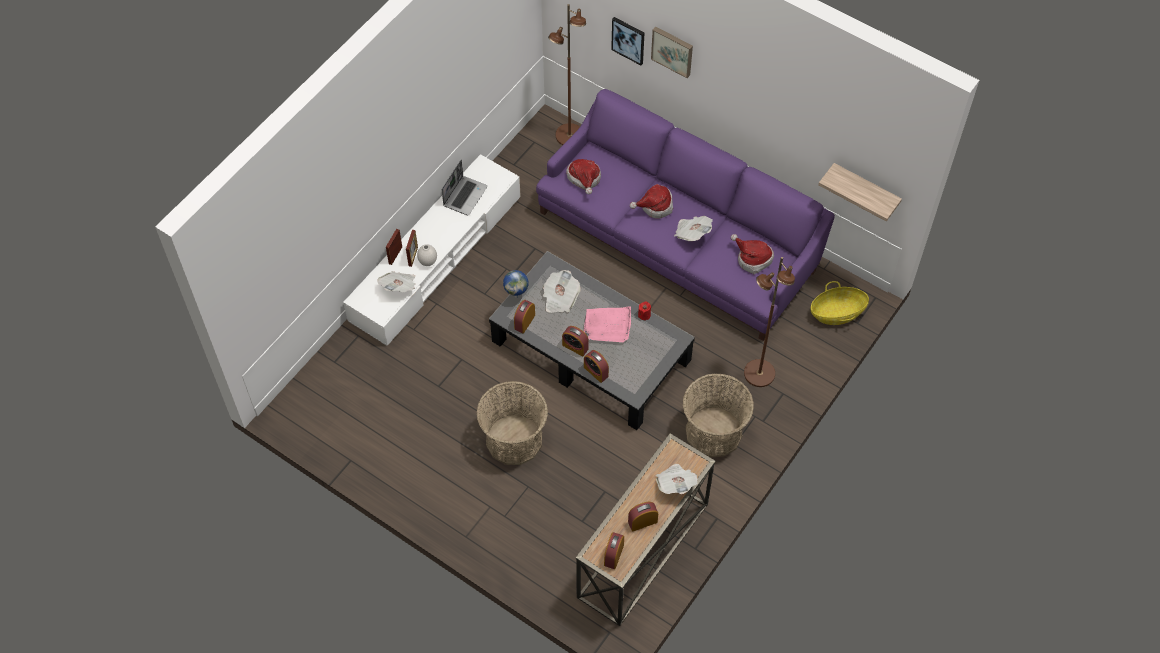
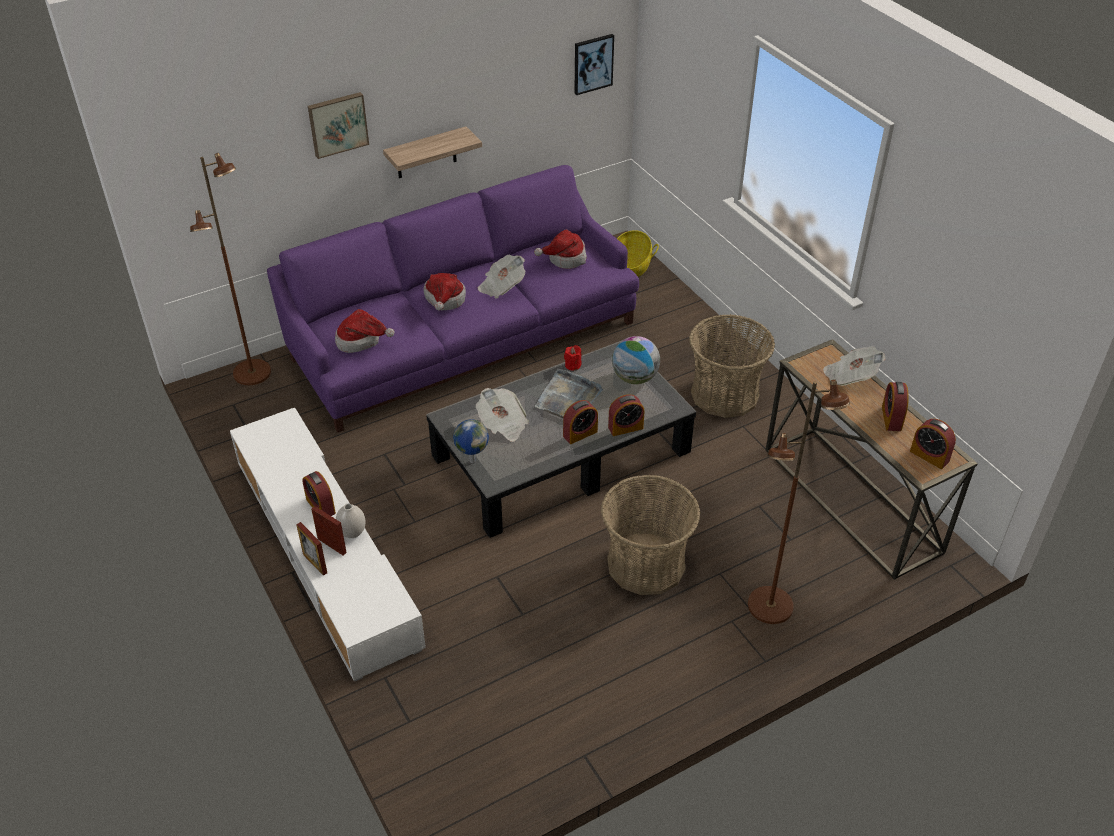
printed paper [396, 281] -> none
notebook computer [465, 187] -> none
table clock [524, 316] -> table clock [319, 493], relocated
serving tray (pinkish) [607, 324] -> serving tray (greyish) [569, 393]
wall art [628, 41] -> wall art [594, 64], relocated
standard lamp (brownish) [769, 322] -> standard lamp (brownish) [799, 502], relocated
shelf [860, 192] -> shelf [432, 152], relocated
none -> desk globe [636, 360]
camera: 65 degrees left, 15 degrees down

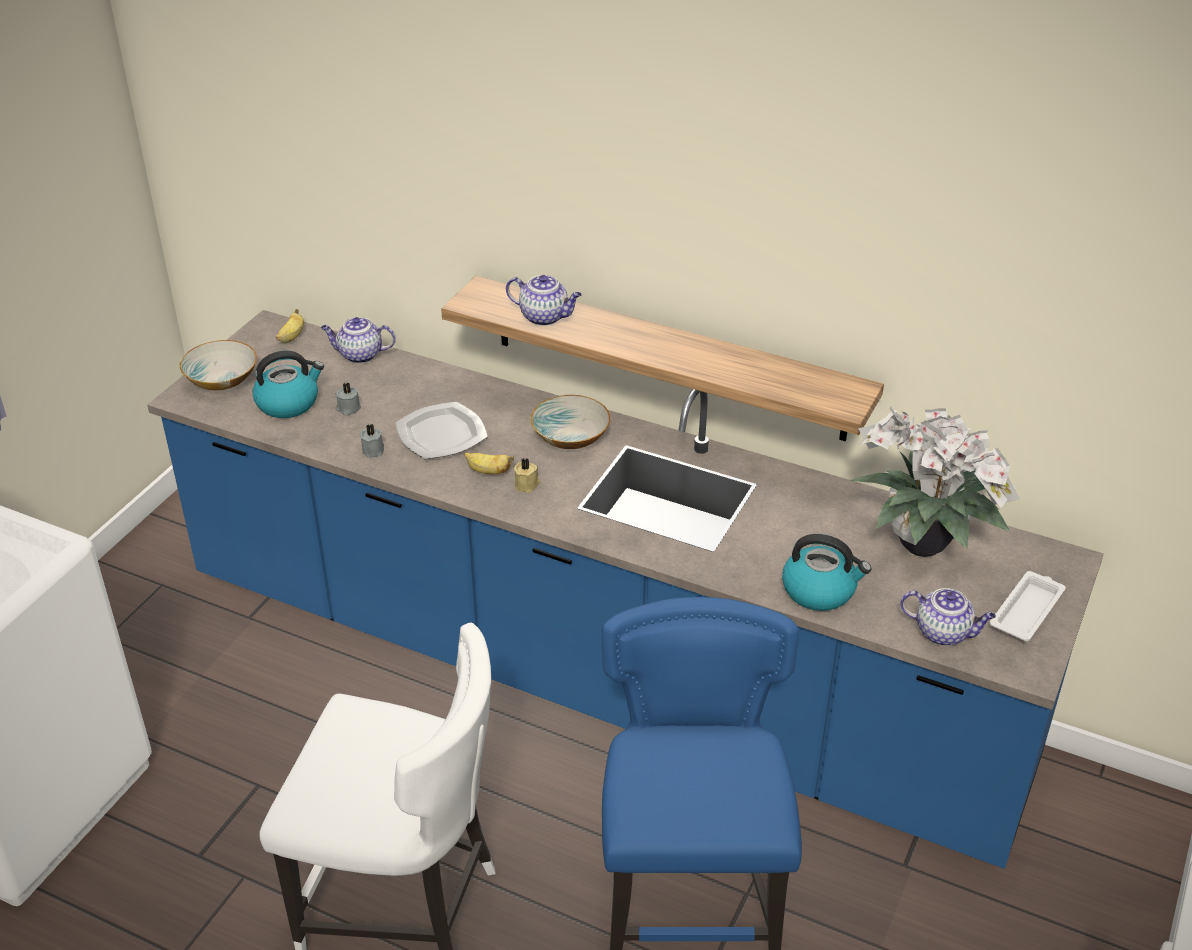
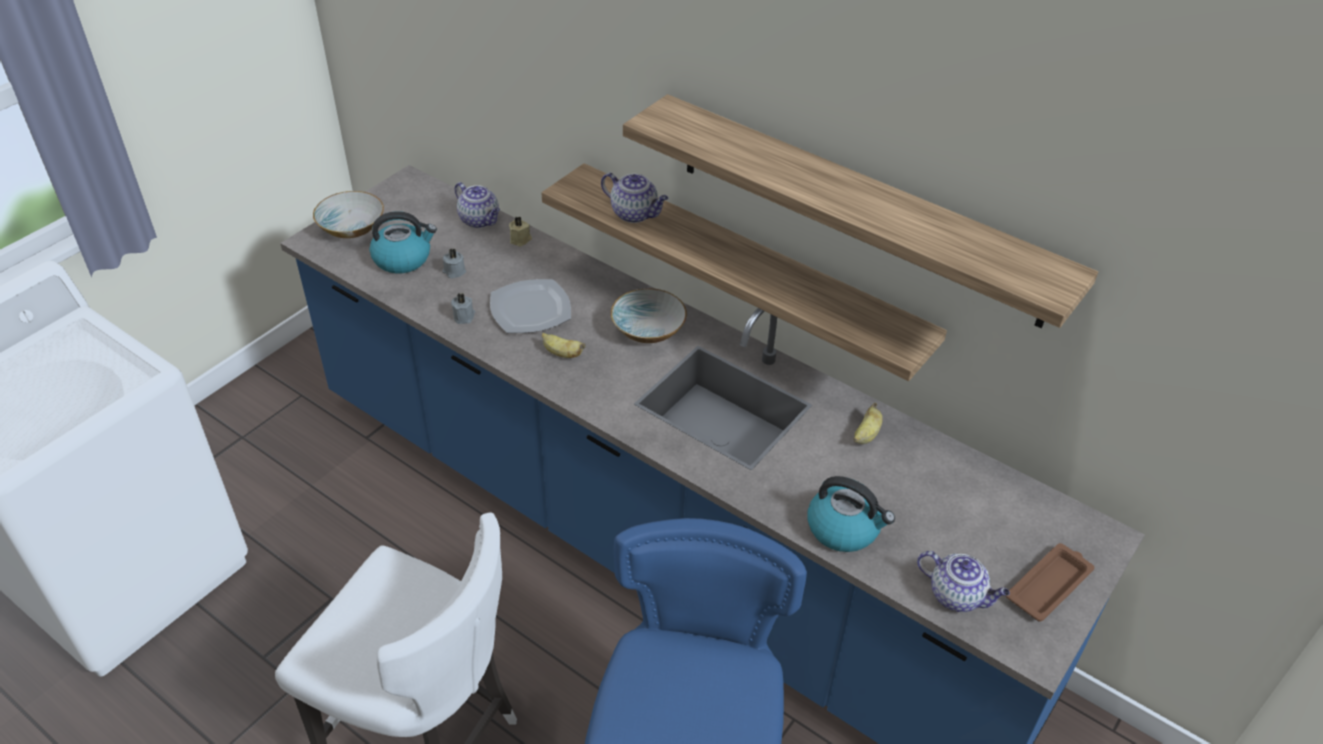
banana fruit [289, 326] -> banana fruit [868, 423], relocated
teapot [358, 340] -> teapot [477, 205], 150 degrees counterclockwise
wax light (beige-coloured) [527, 476] -> wax light (beige-coloured) [520, 231], relocated
houseplant [935, 481] -> none
serving tray (whitish) [1028, 606] -> serving tray (brownish) [1050, 582]
none -> shelf [860, 211]
camera: 10 degrees right, 5 degrees up

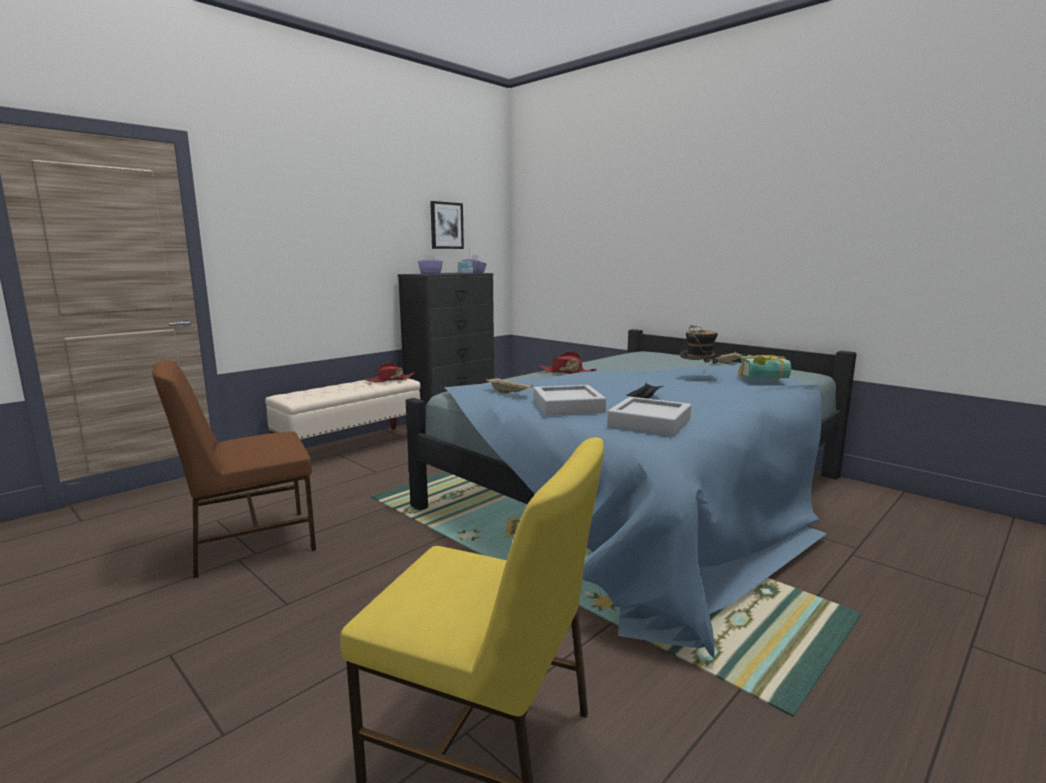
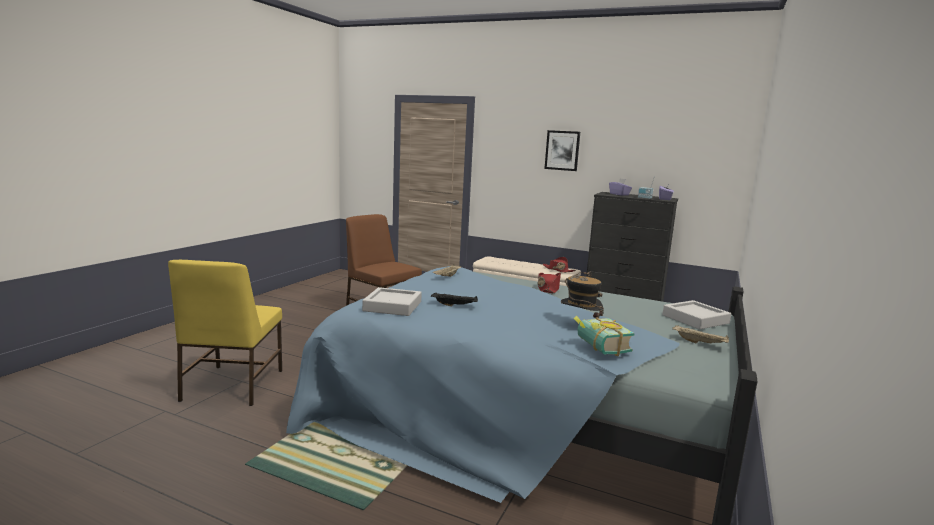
wall art [447, 225] -> wall art [562, 150], relocated
serving tray (greyish) [570, 400] -> serving tray (greyish) [696, 314], relocated
camera: 70 degrees right, 0 degrees up

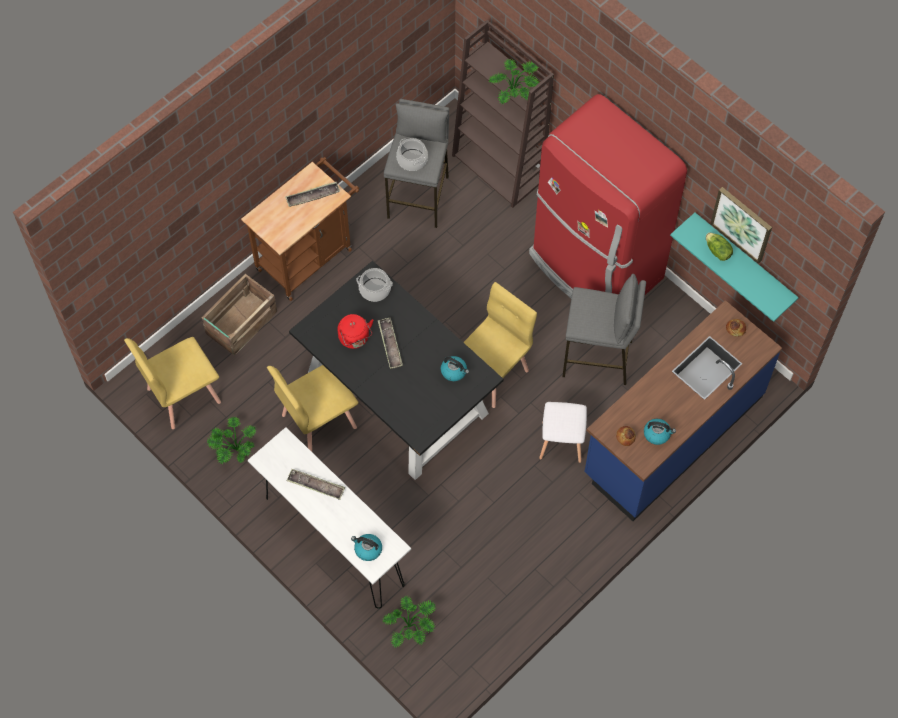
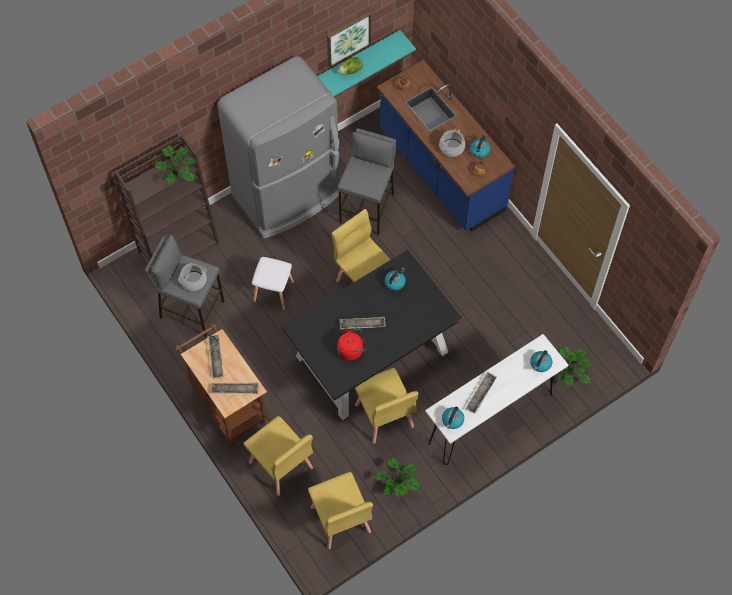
packing crate [239, 314] -> plain chair (yellowish) [278, 456]
stockpot [374, 285] -> stockpot [452, 143], relocated
fridge (red-coloured) [608, 196] -> fridge (greyish) [278, 147]
stool seat (whitish) [563, 432] -> stool seat (whitish) [273, 283], relocated
none -> serving tray [235, 388]
none -> tea kettle [453, 418]
camera: 80 degrees left, 0 degrees up

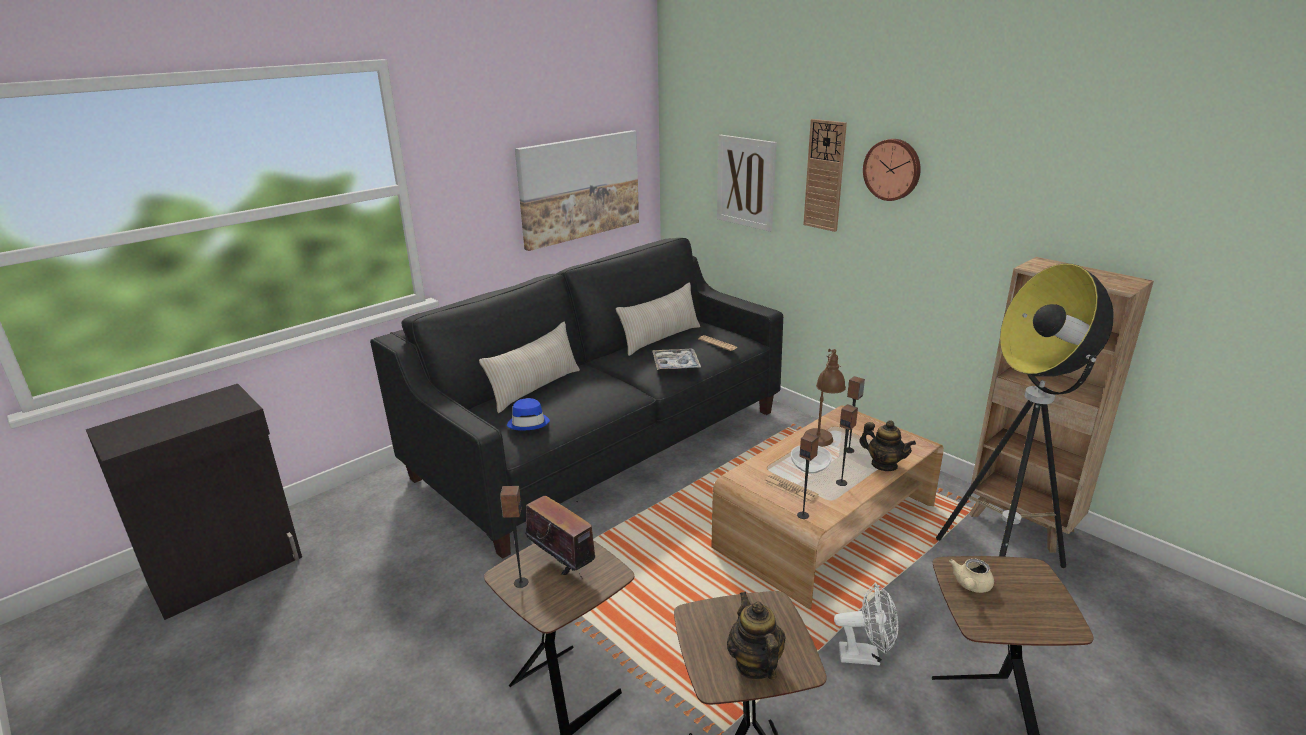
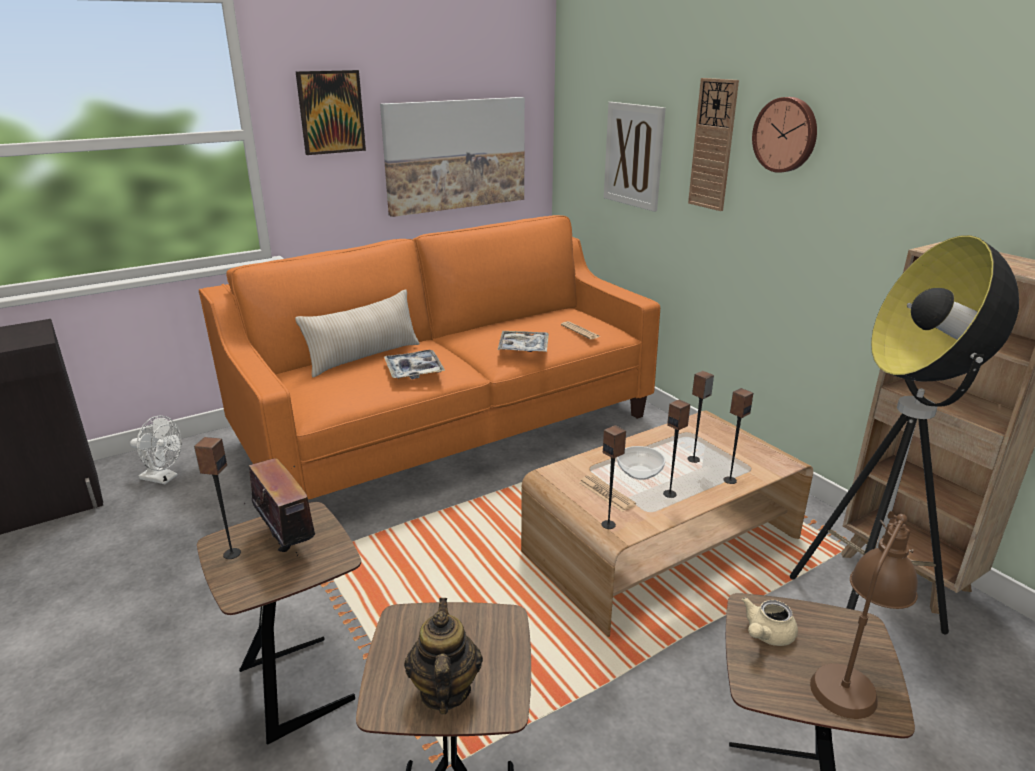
sofa (black) [576, 398] -> sofa (orange-coloured) [429, 357]
wearable hat (bluish) [528, 414] -> none
pillow (beige-coloured) [658, 319] -> none
lamp for a table (brownish) [825, 398] -> lamp for a table (brownish) [864, 615], relocated
fan (whitish) [866, 624] -> fan (whitish) [156, 450], relocated
teapot [887, 445] -> loudspeaker [738, 436]
none -> wall art [330, 112]
none -> serving tray [414, 364]
camera: 10 degrees right, 0 degrees up

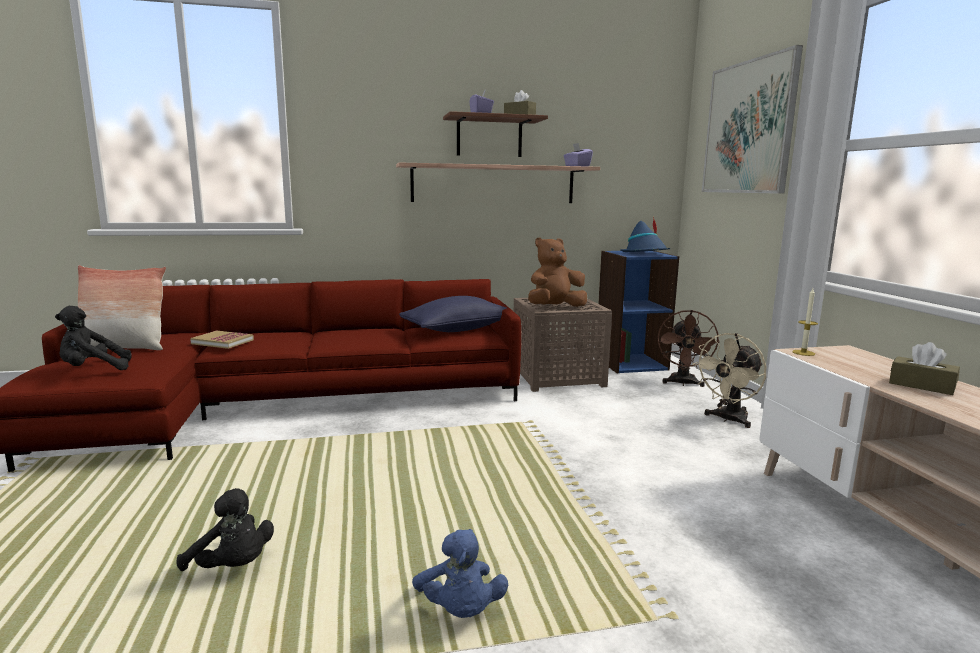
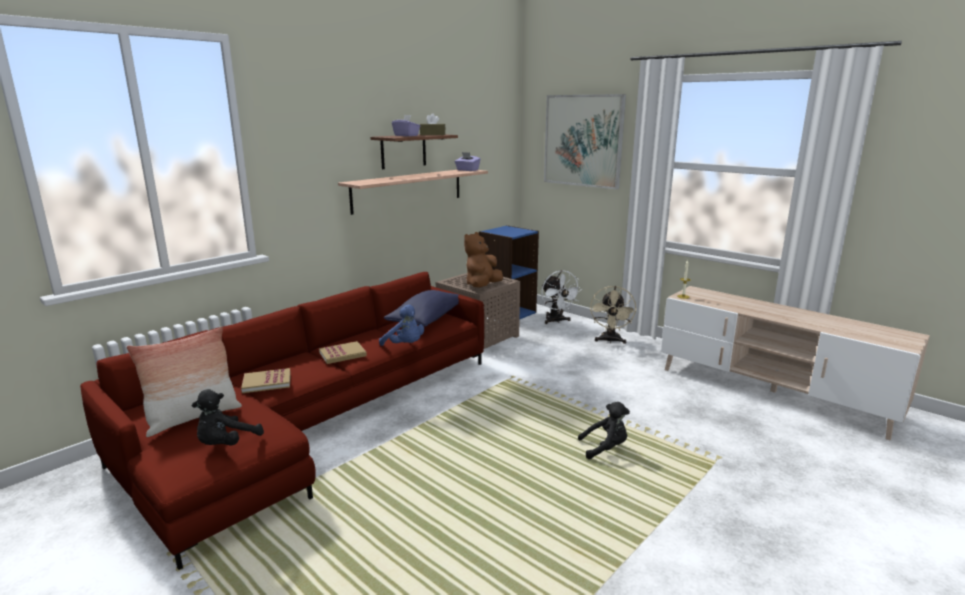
cuddly toy (black) [225, 529] -> cuddly toy (black) [604, 430], relocated
cuddly toy (bluish) [460, 573] -> cuddly toy (bluish) [401, 325], relocated
wearable hat (bluish) [645, 234] -> none
fan (brownish) [689, 348] -> fan (whitish) [561, 297]
tissue box (brownish) [924, 368] -> none
none -> book [343, 352]
camera: 35 degrees left, 5 degrees up

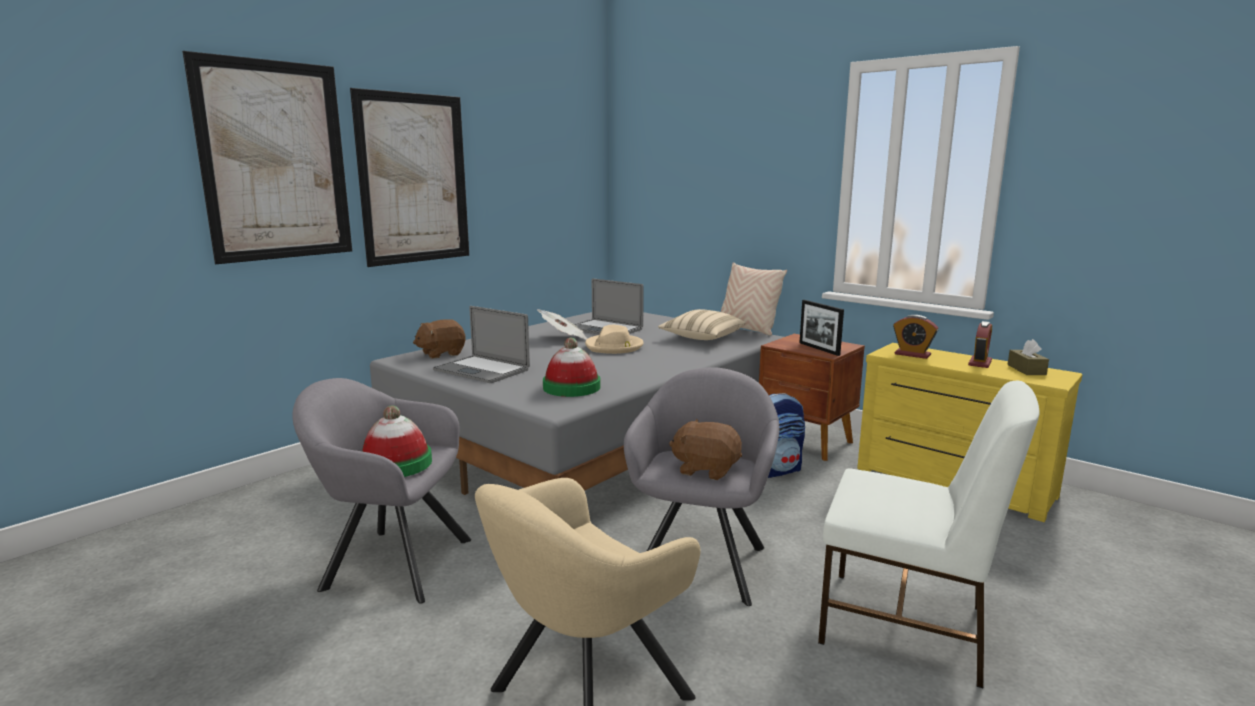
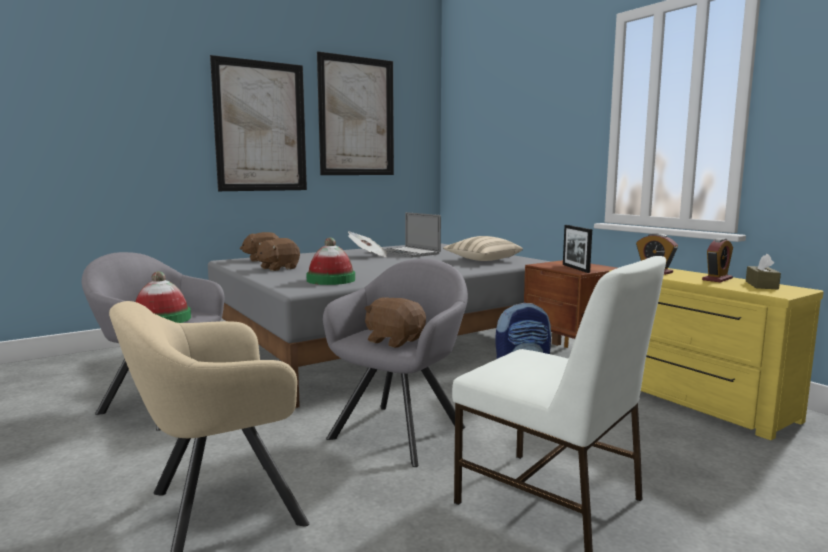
wall art [267, 157] -> wall art [355, 113], relocated
notebook computer [481, 344] -> cuddly toy (brownish) [278, 254]
wearable hat (beige-coloured) [614, 339] -> none
pillow (beige-coloured) [754, 299] -> none
camera: 15 degrees right, 5 degrees down

